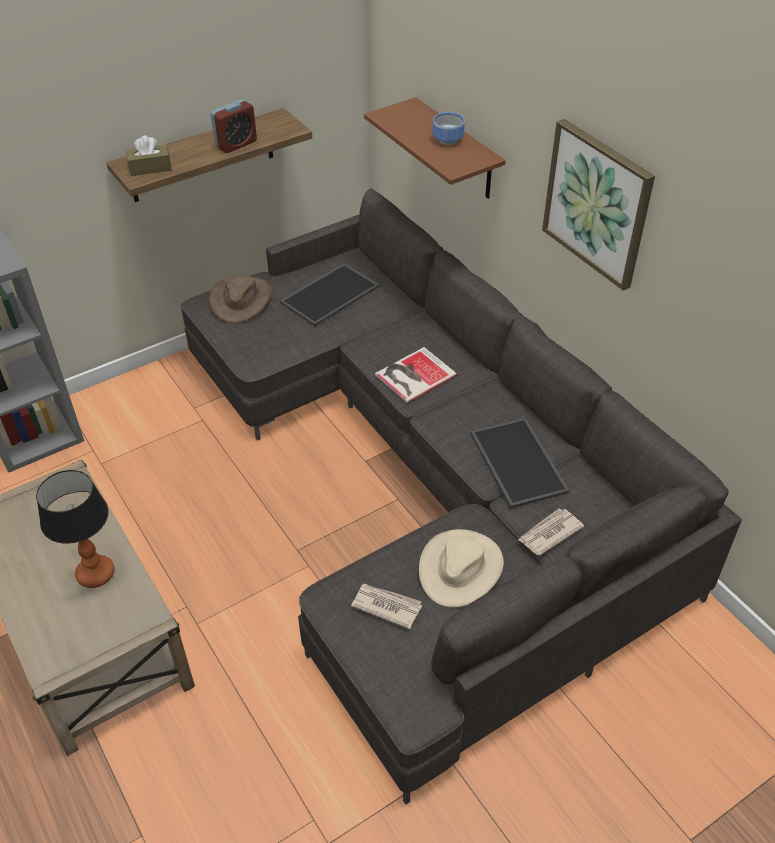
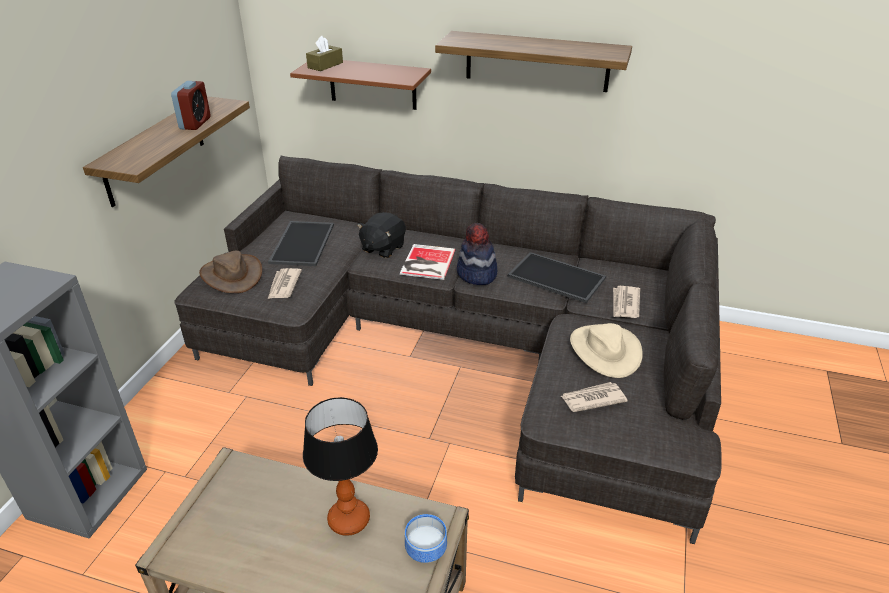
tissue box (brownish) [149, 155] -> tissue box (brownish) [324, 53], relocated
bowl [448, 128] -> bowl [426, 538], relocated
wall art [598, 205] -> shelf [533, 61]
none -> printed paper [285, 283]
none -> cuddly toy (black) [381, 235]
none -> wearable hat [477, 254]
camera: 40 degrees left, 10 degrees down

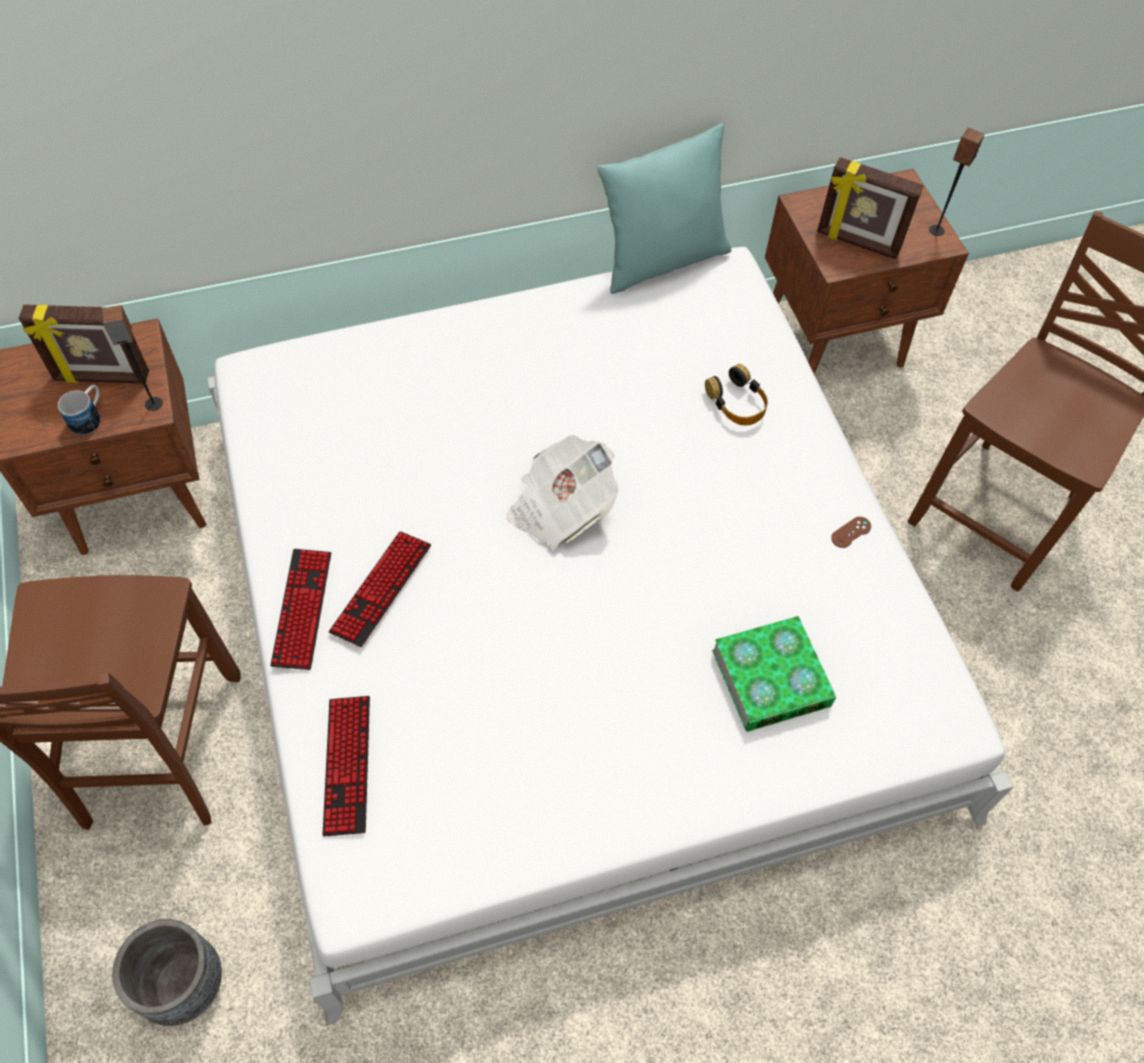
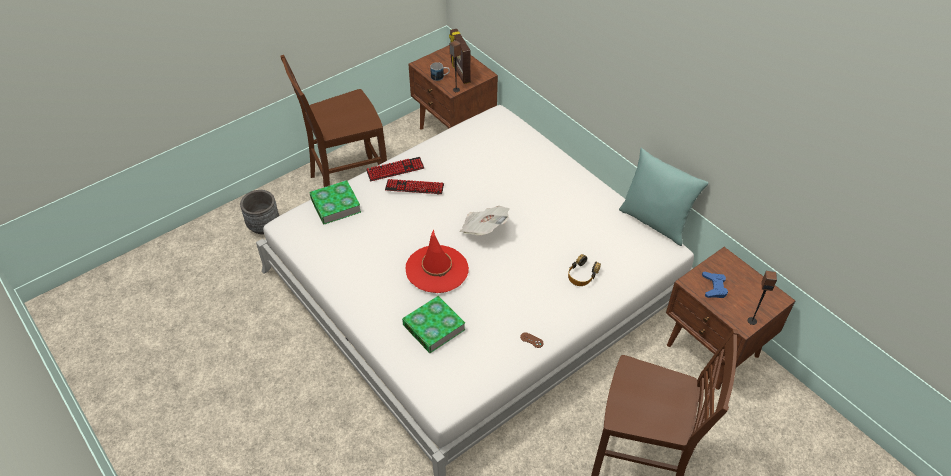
PC keyboard [346, 766] -> book [335, 202]
picture frame [870, 208] -> joypad (bluish) [715, 285]
none -> wearable hat (red-coloured) [437, 261]
camera: 70 degrees right, 10 degrees down

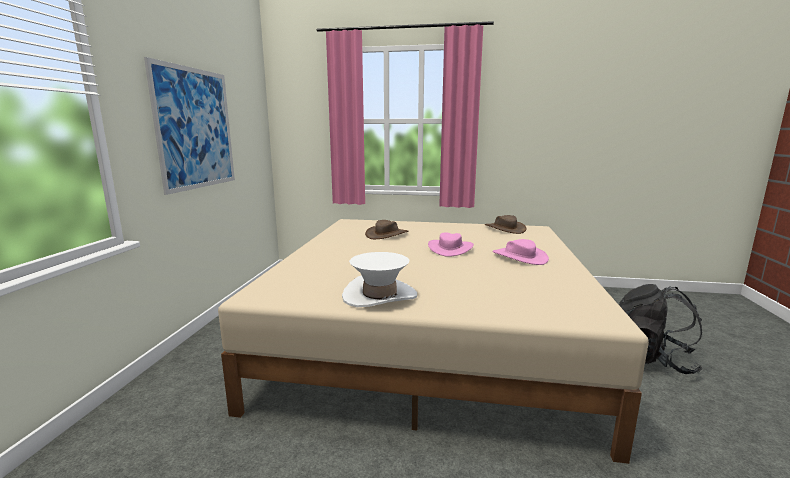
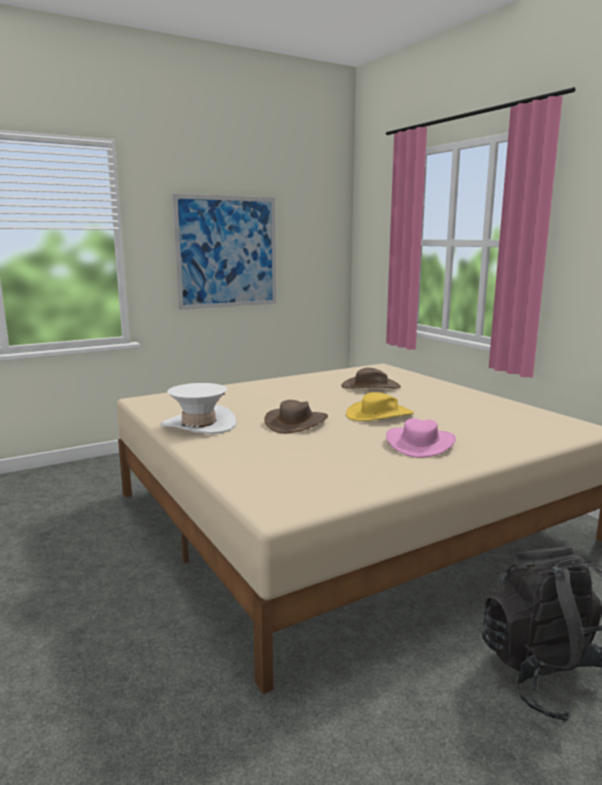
wearable hat (pinkish) [451, 244] -> wearable hat (yellowish) [380, 406]
wearable hat (brownish) [505, 224] -> wearable hat (brownish) [296, 417], relocated
camera: 50 degrees right, 0 degrees up

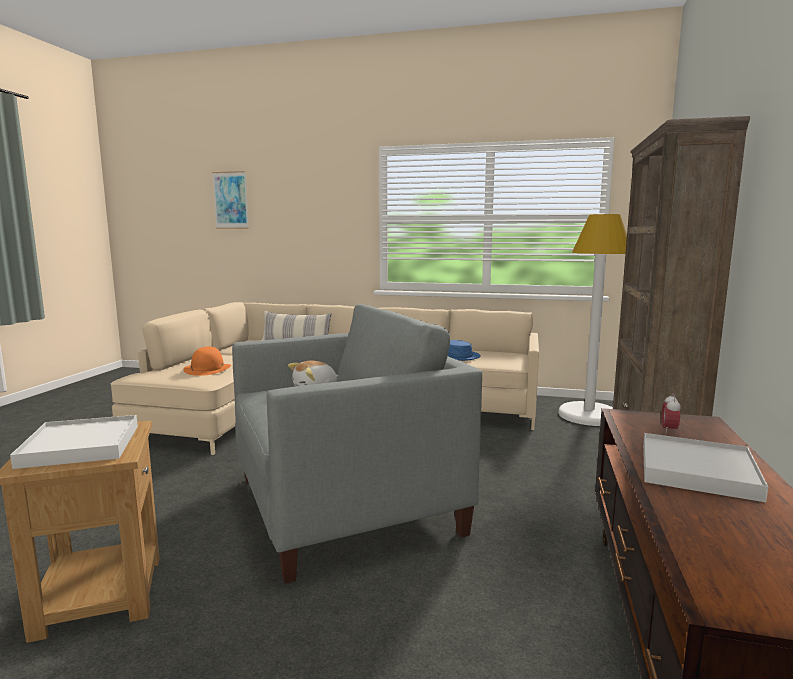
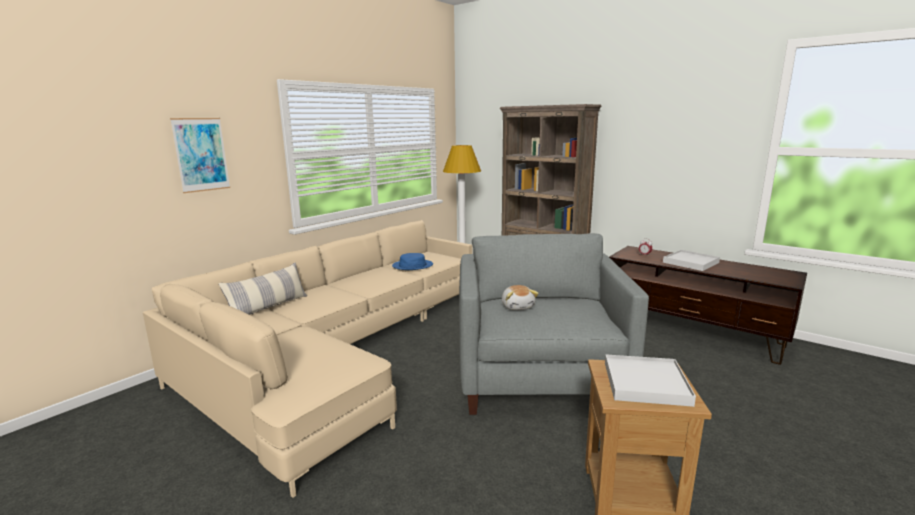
wearable hat (orange-coloured) [207, 361] -> none
wall art [230, 200] -> wall art [200, 155], relocated
camera: 65 degrees left, 5 degrees up

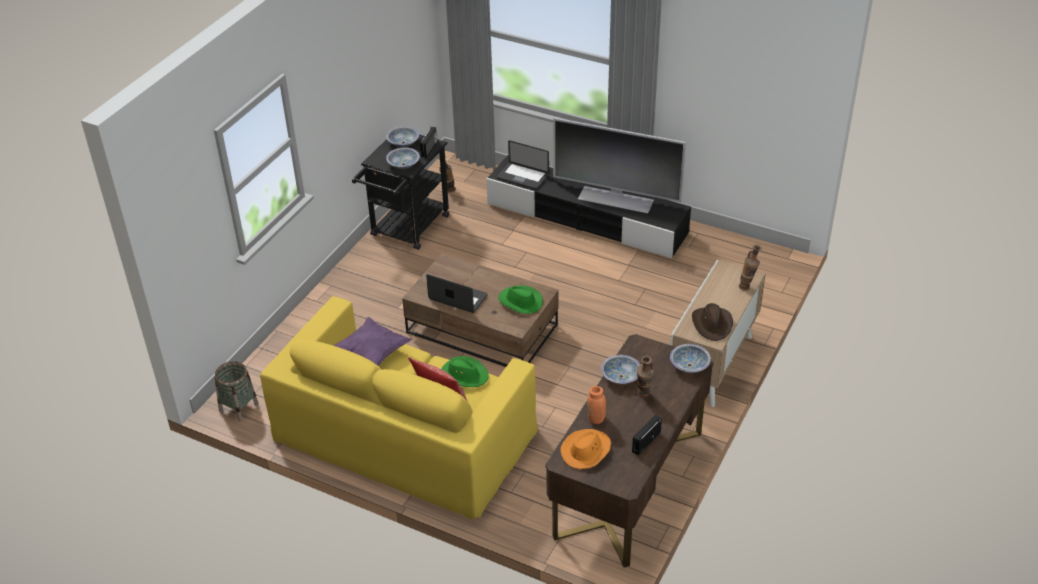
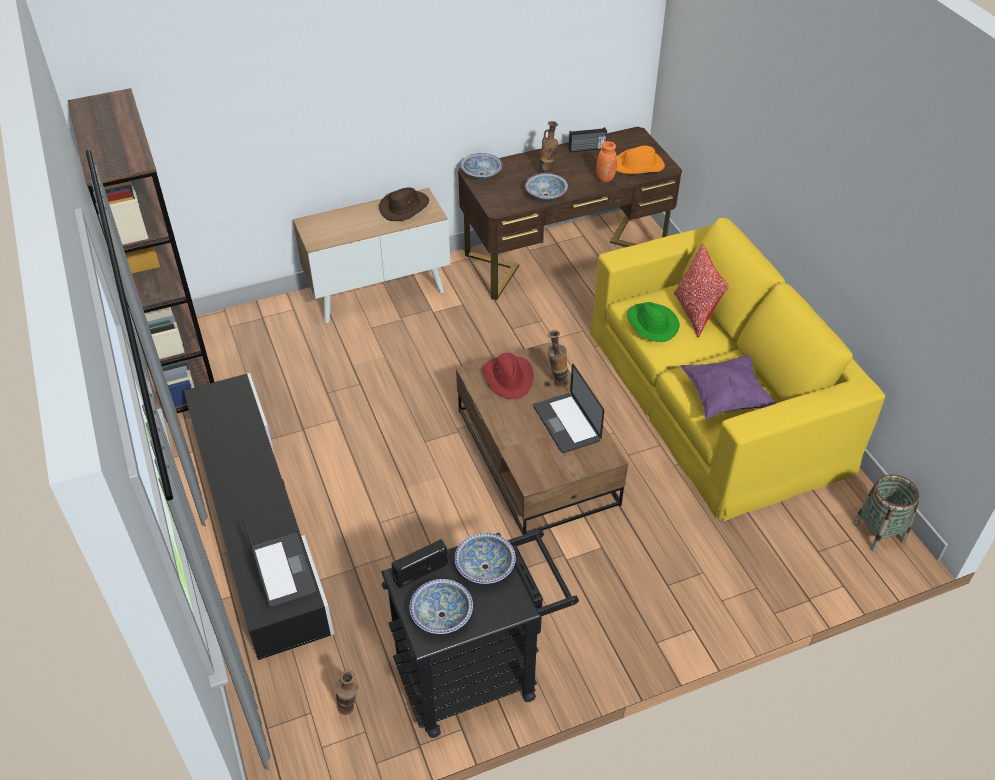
wearable hat (green-coloured) [520, 299] -> wearable hat (red-coloured) [508, 376]
television [619, 165] -> none
decorative vase [750, 268] -> decorative vase [557, 359], relocated
none -> bookcase (brownish) [141, 254]
camera: 140 degrees left, 5 degrees up

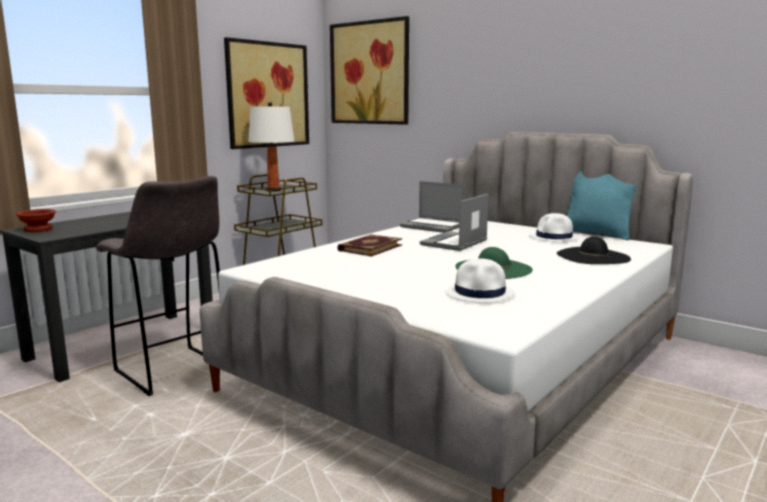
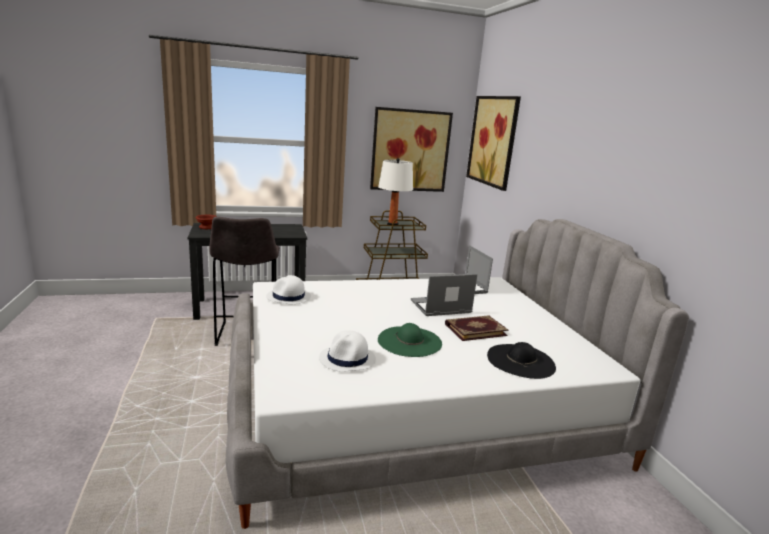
book [369, 245] -> book [477, 328], relocated
wearable hat (whitish) [554, 227] -> wearable hat (whitish) [288, 289], relocated
pillow (turquoise) [602, 205] -> none
camera: 35 degrees right, 5 degrees up

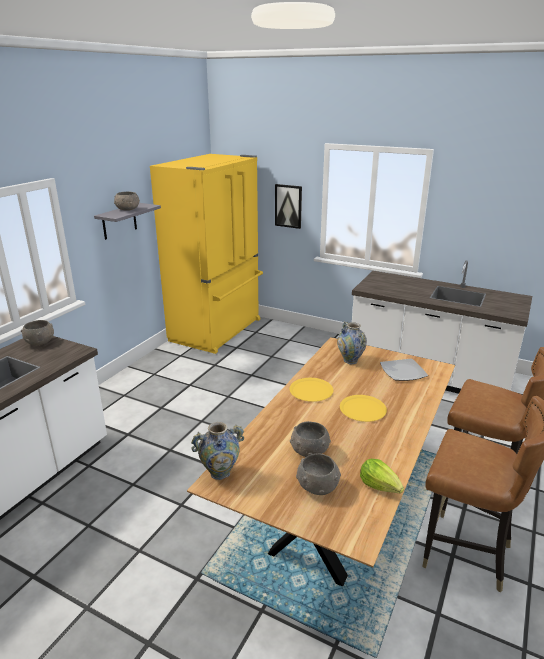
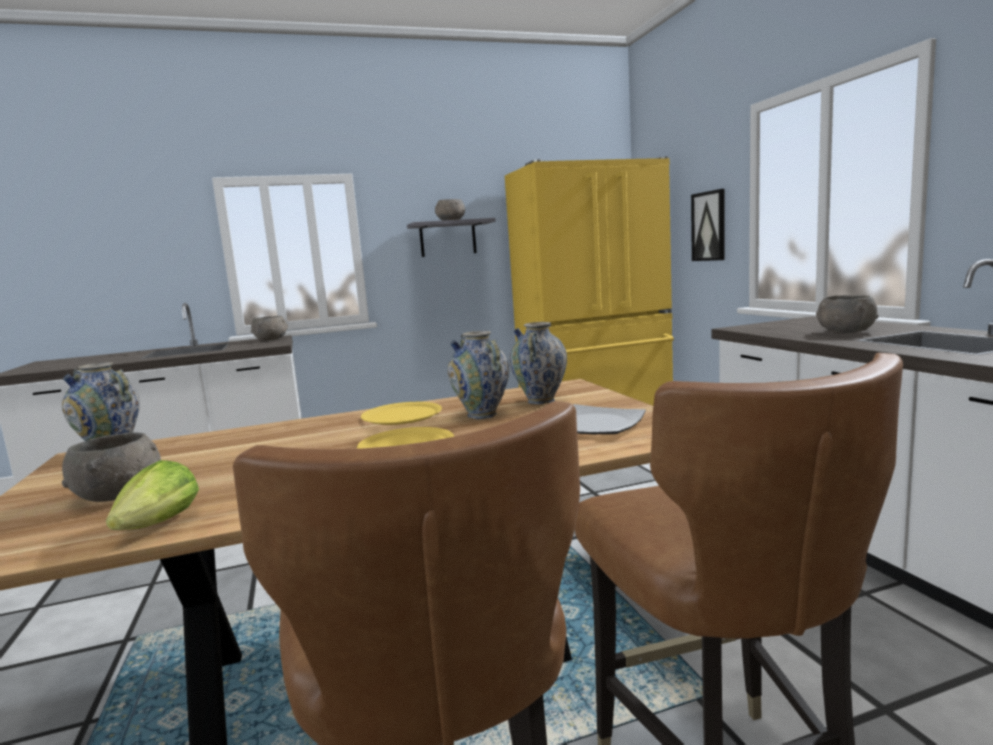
bowl (greyish) [310, 439] -> bowl (greyish) [847, 314], relocated
none -> decorative vase [478, 375]
camera: 45 degrees right, 15 degrees down

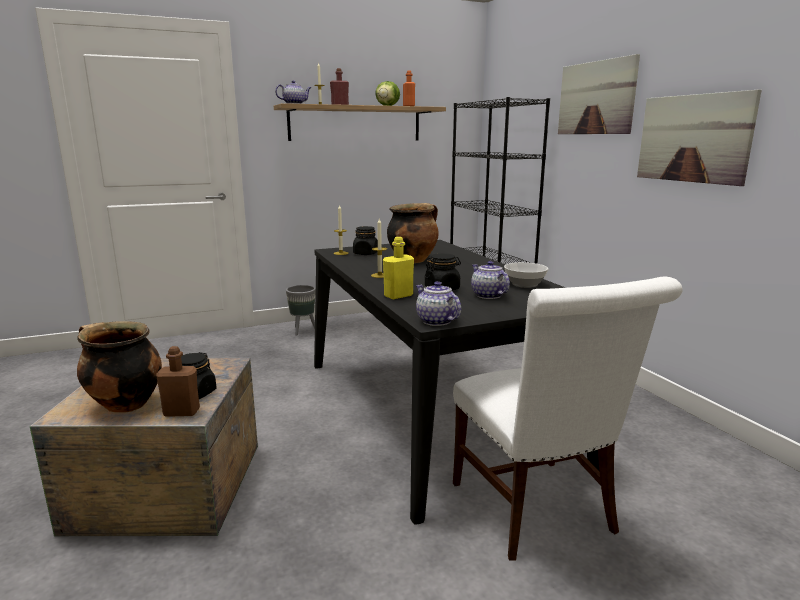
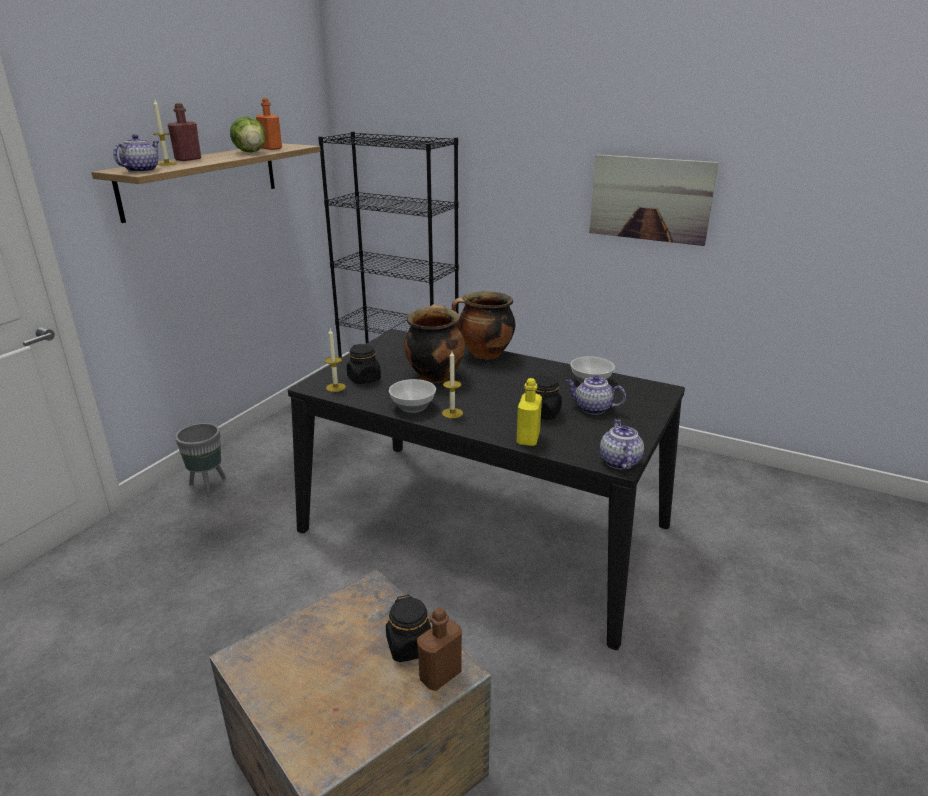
stockpot [119, 367] -> stockpot [483, 325], relocated
teapot [438, 303] -> teapot [622, 444], 75 degrees clockwise
plain chair (whitish) [568, 419] -> none
wall art [599, 94] -> none
none -> bowl [412, 396]
camera: 40 degrees left, 10 degrees up

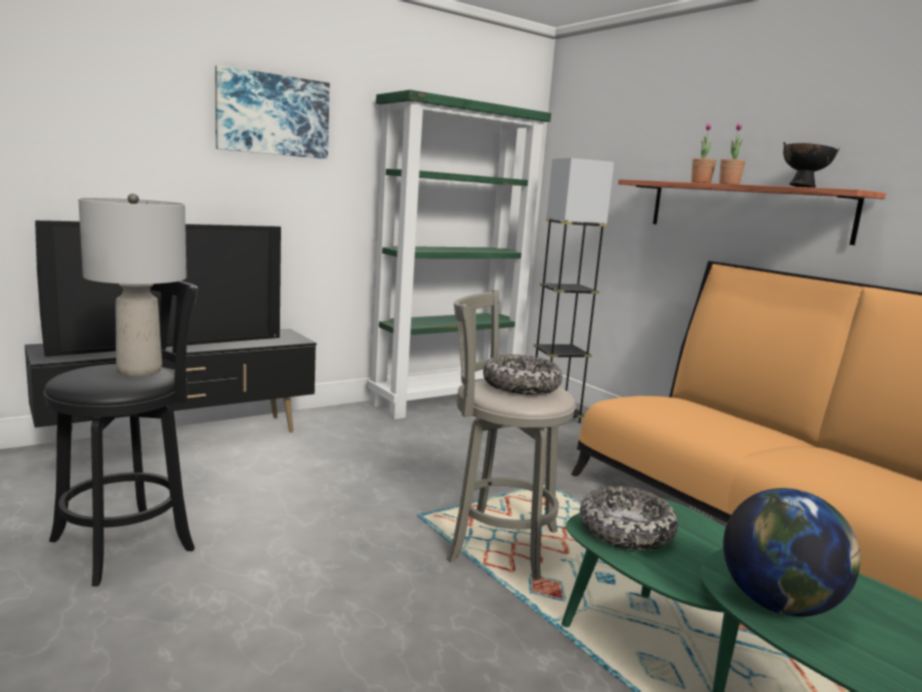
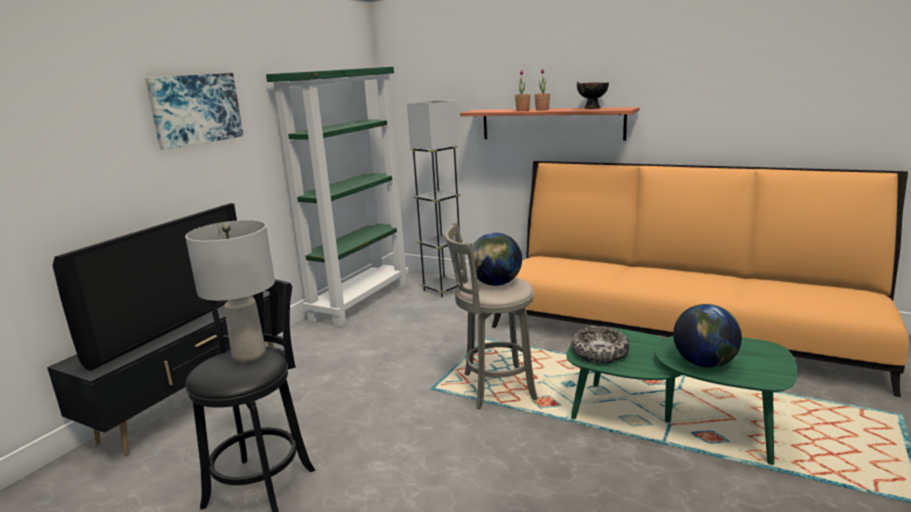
bowl [522, 374] -> desk globe [497, 259]
camera: 25 degrees left, 5 degrees up

